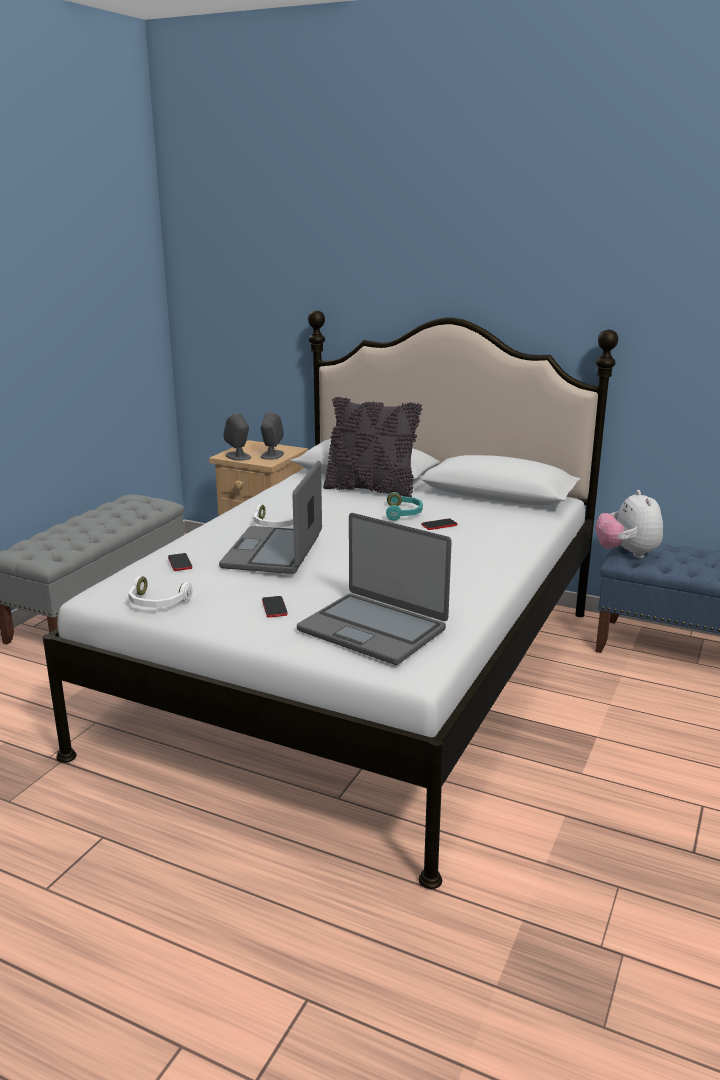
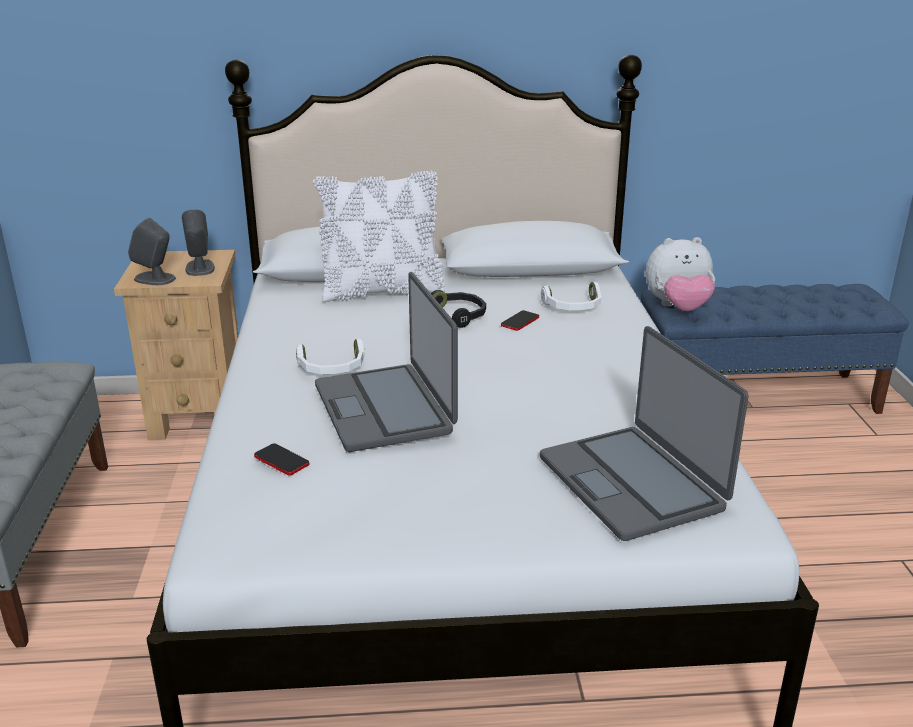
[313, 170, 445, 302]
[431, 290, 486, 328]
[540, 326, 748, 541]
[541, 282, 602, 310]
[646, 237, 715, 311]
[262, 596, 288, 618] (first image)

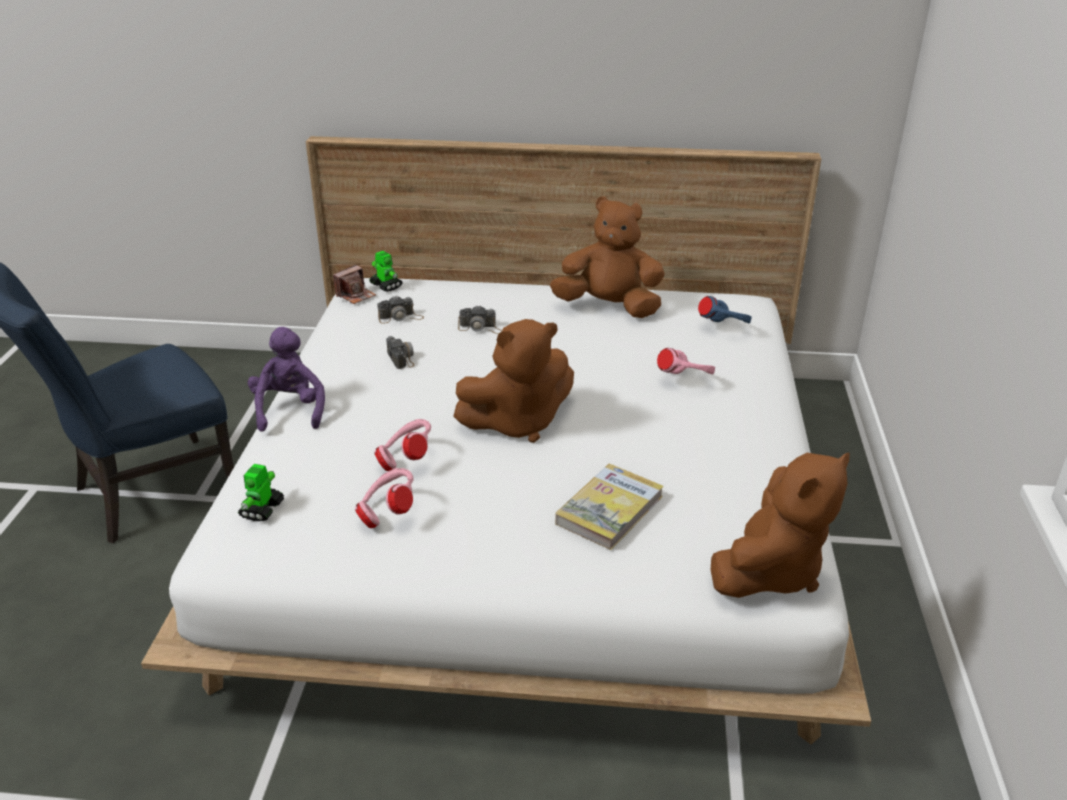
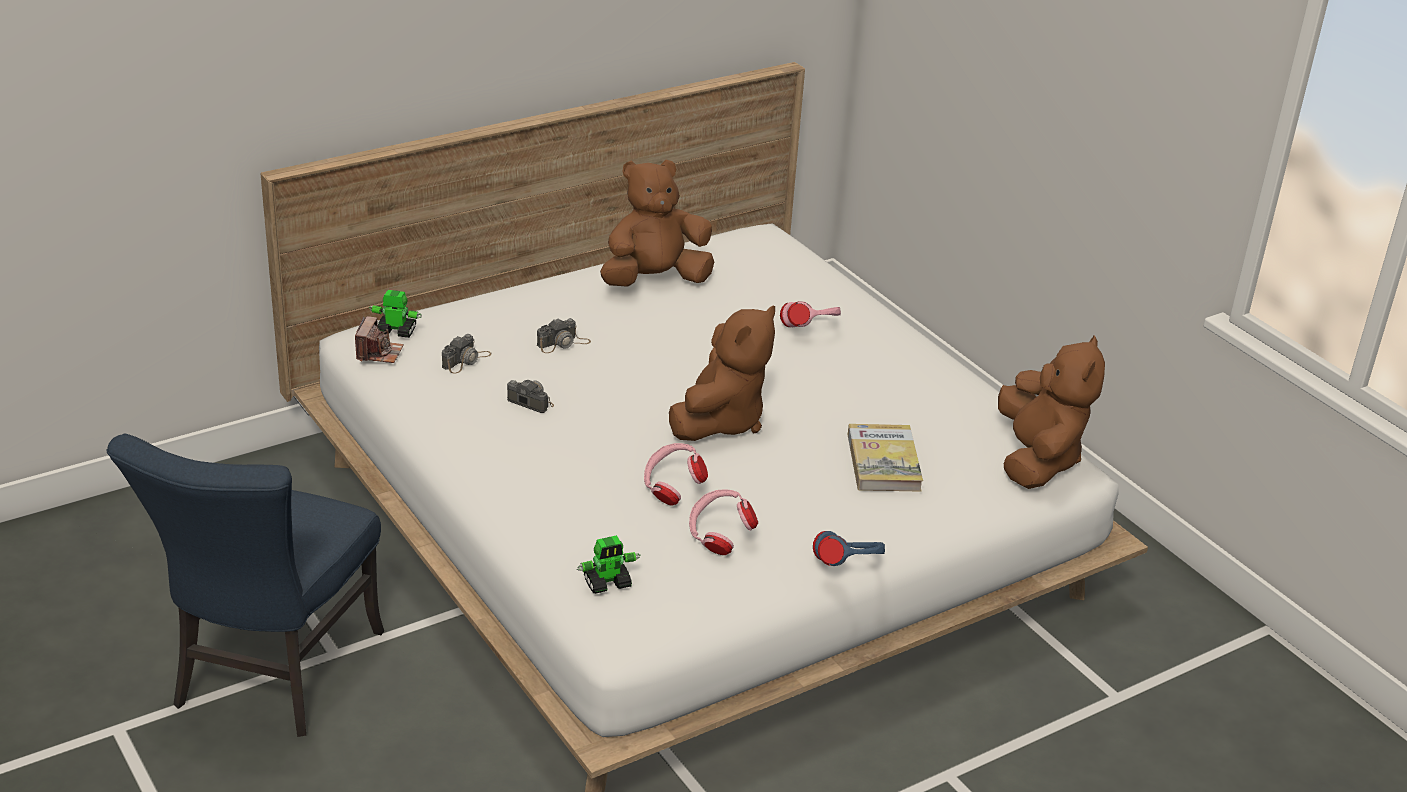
[577, 535, 640, 594]
[813, 531, 885, 566]
[248, 327, 325, 432] (first image)

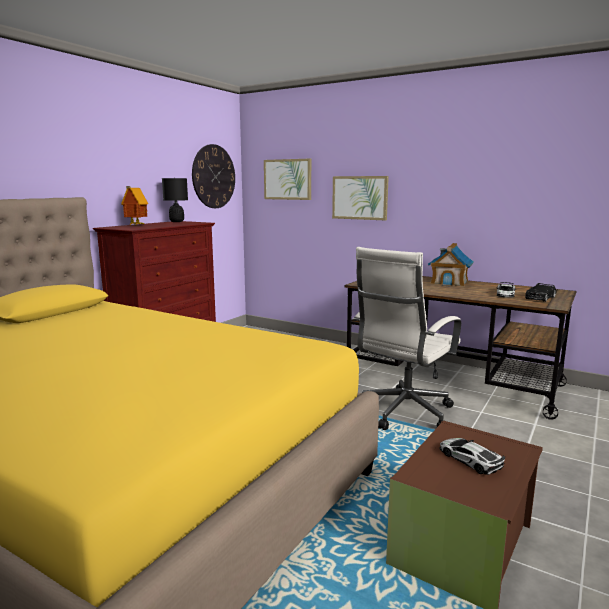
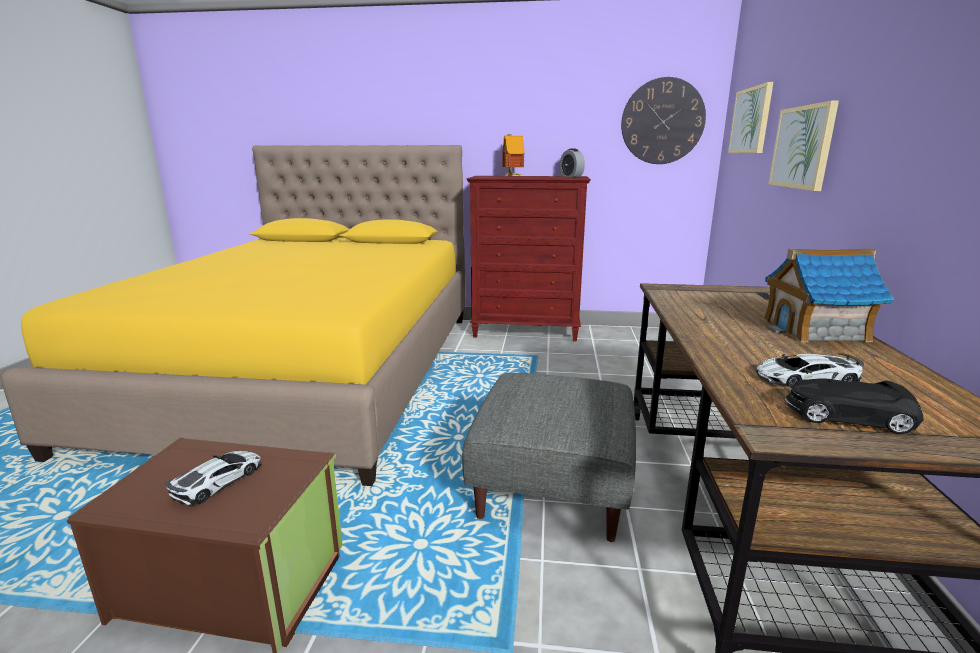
[462, 373, 636, 542]
[560, 148, 585, 177]

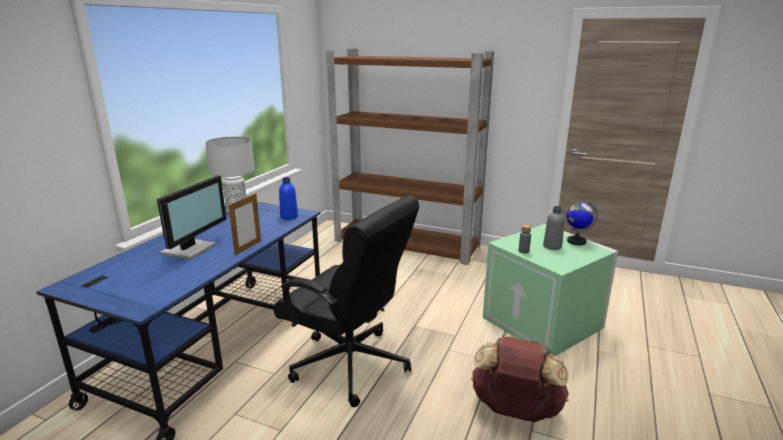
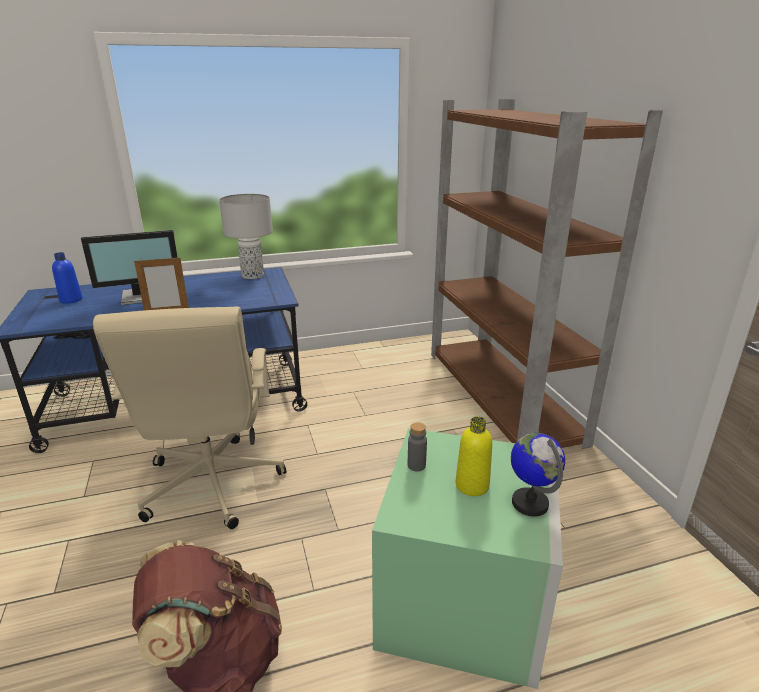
[52, 252, 82, 304]
[93, 307, 286, 529]
[456, 417, 492, 496]

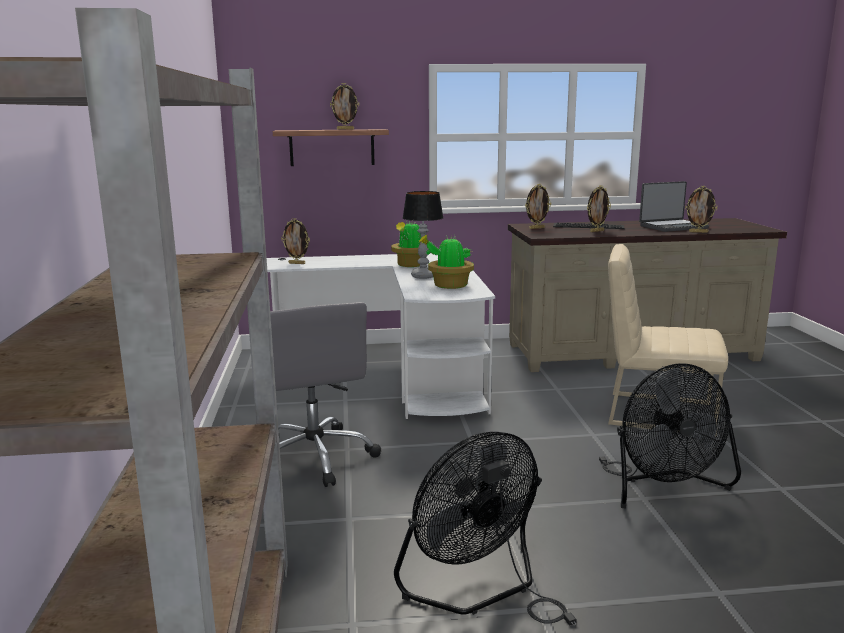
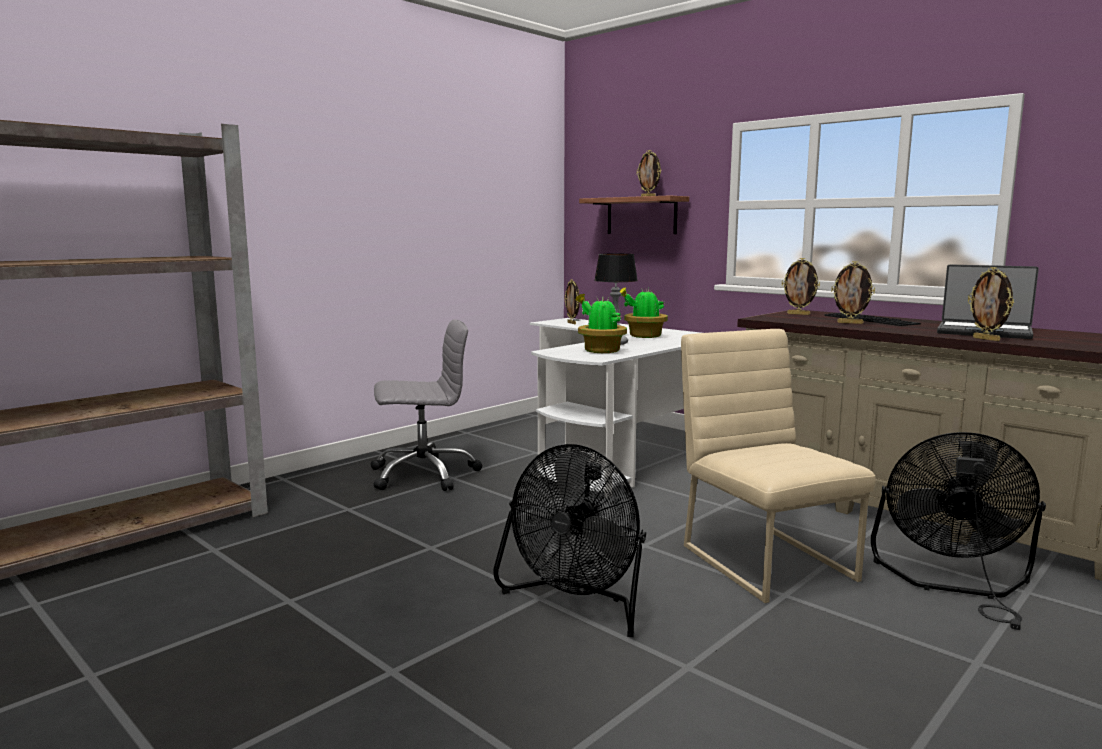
[371, 319, 483, 491]
[871, 432, 1046, 630]

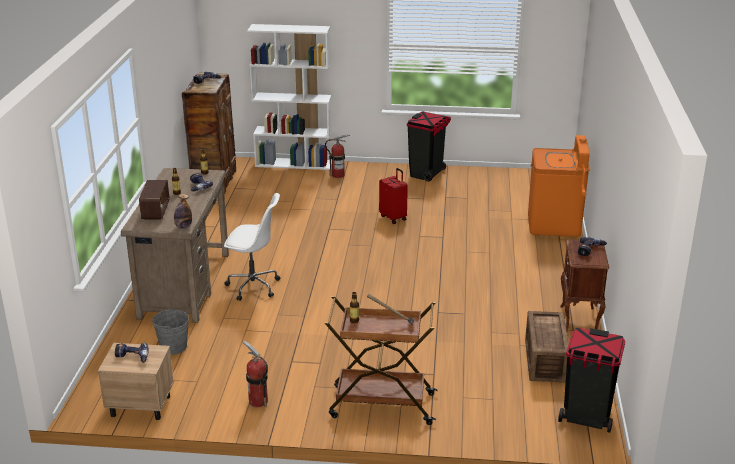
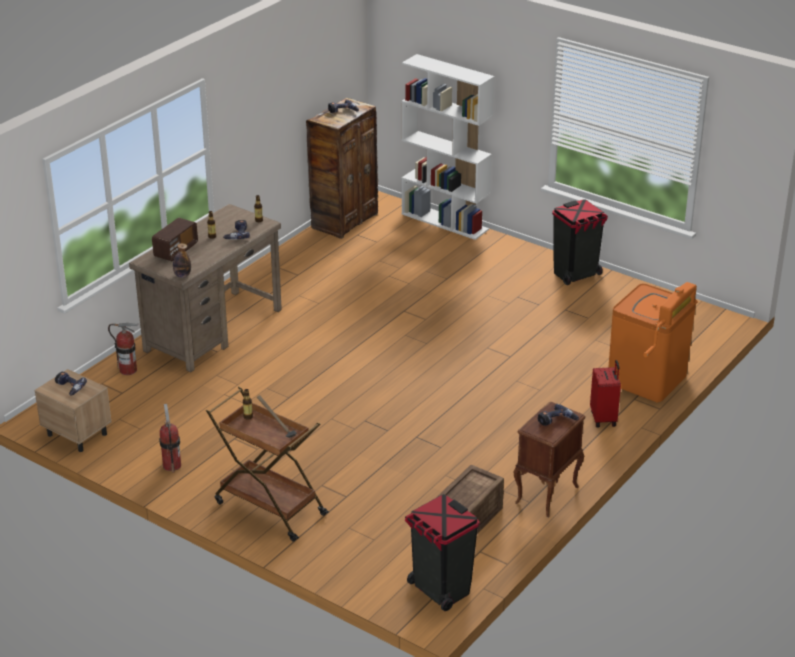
[108, 323, 139, 375]
[590, 360, 621, 427]
[152, 308, 189, 355] (first image)
[224, 193, 280, 301] (first image)

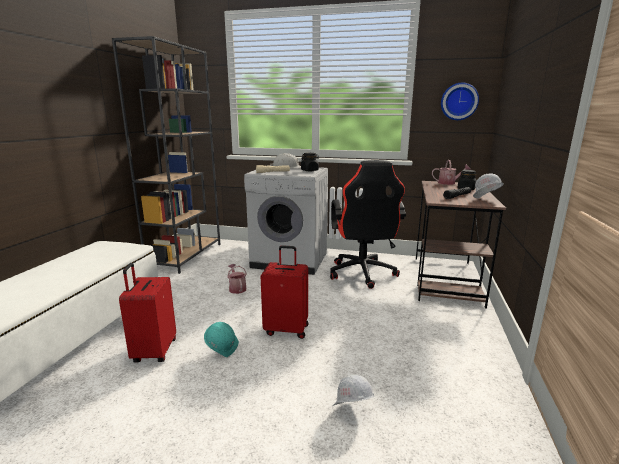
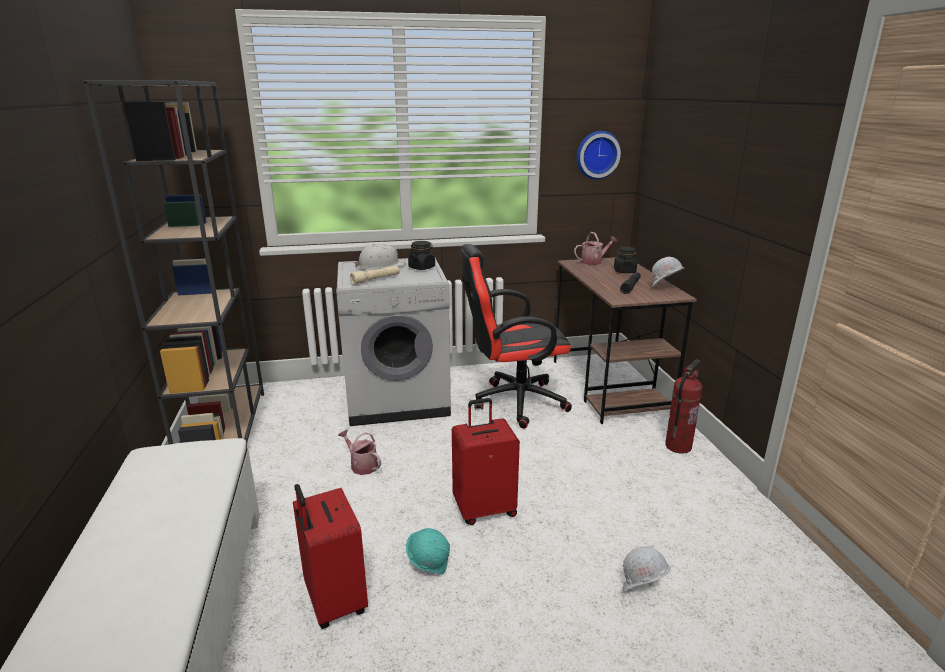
[461, 244, 572, 429]
[665, 359, 702, 454]

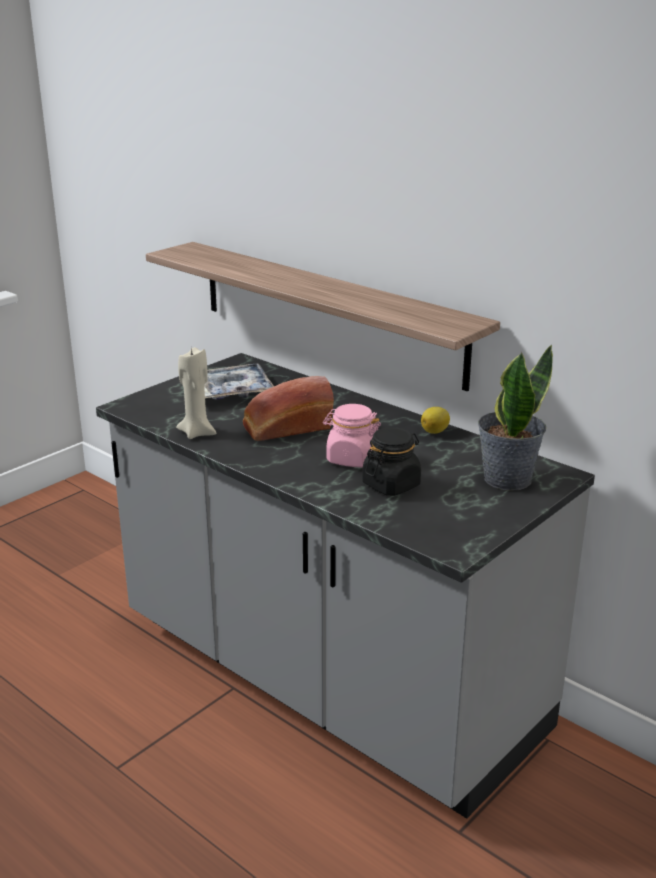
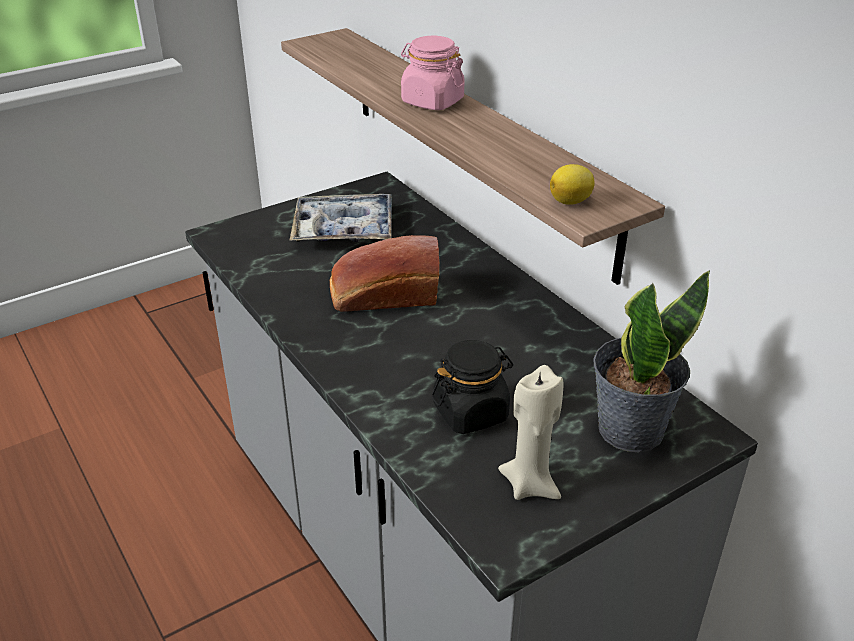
[401, 36, 465, 110]
[498, 365, 563, 500]
[550, 164, 595, 205]

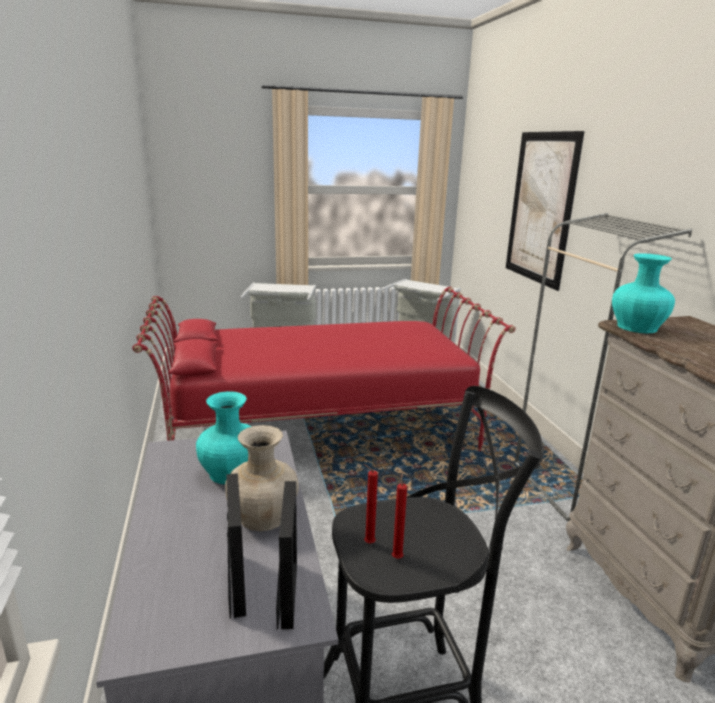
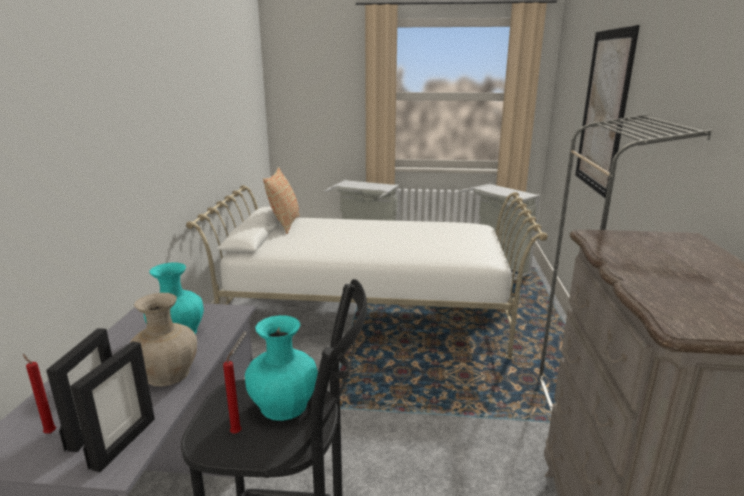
[23, 354, 56, 433]
[186, 185, 548, 359]
[245, 315, 318, 421]
[263, 167, 300, 234]

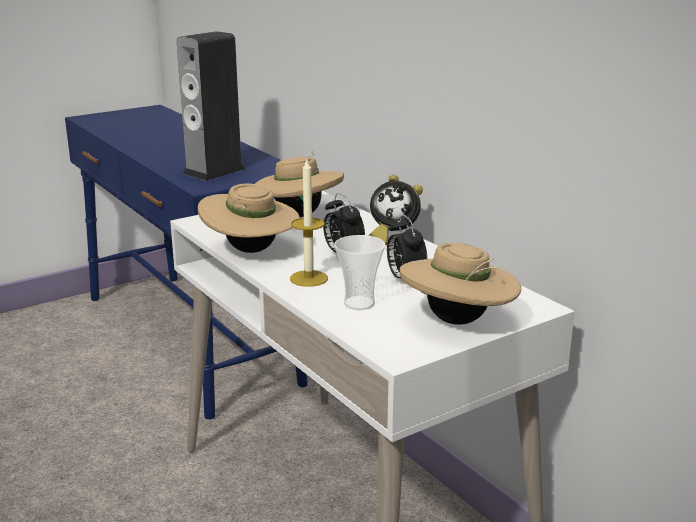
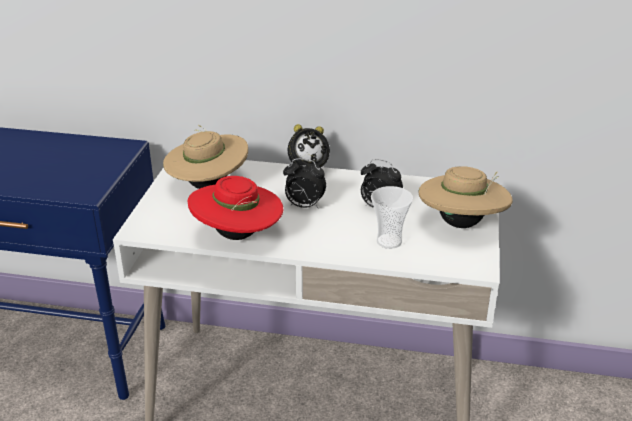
[188, 176, 283, 240]
[177, 31, 245, 181] (first image)
[290, 160, 328, 287] (first image)

